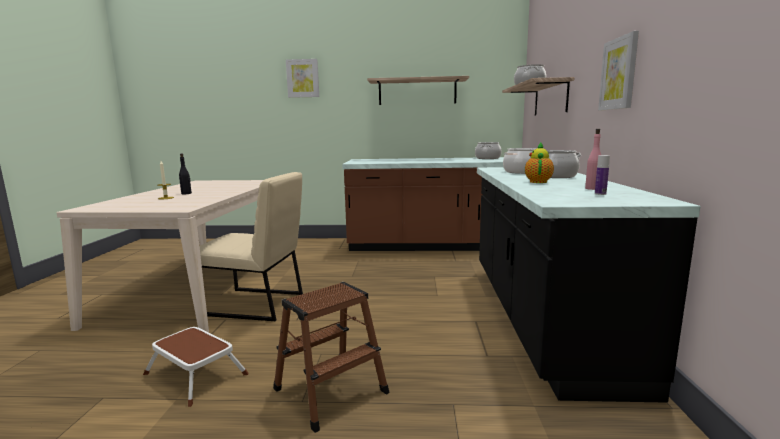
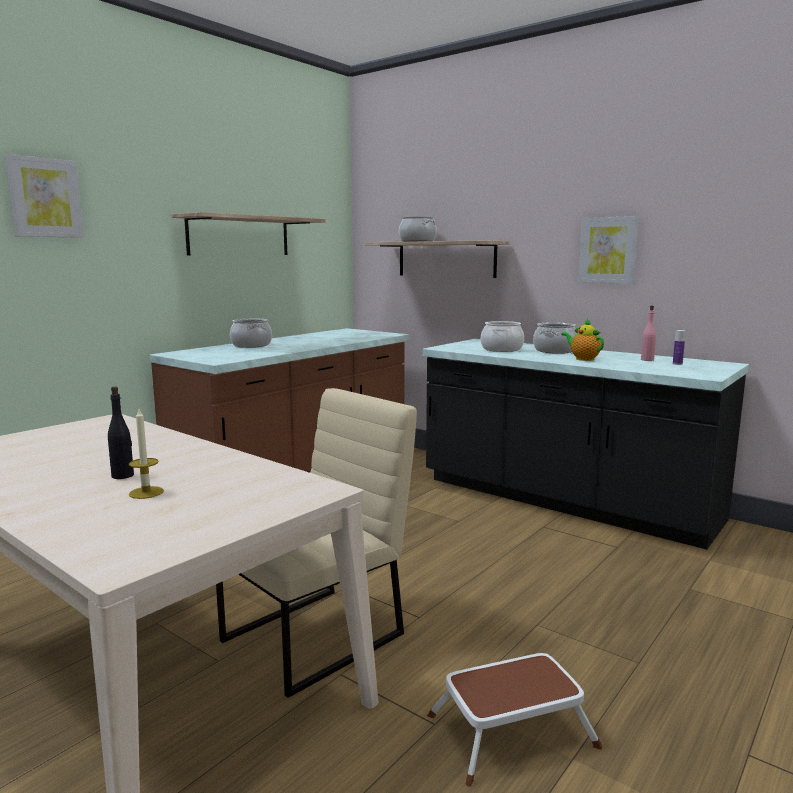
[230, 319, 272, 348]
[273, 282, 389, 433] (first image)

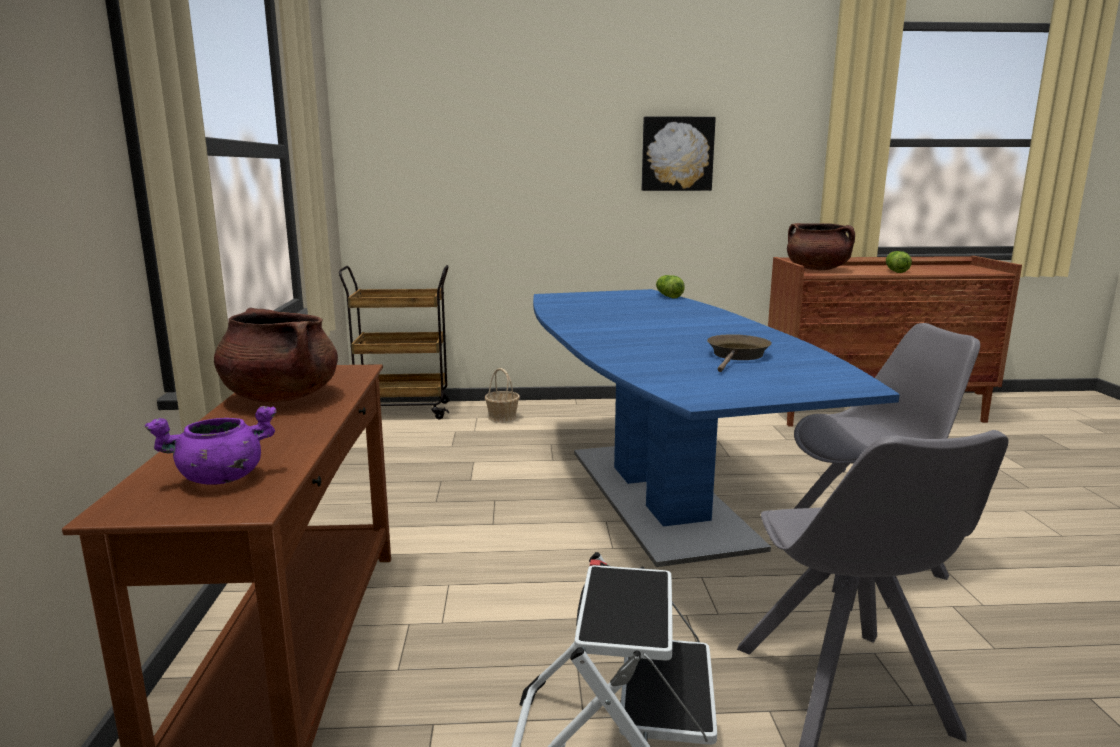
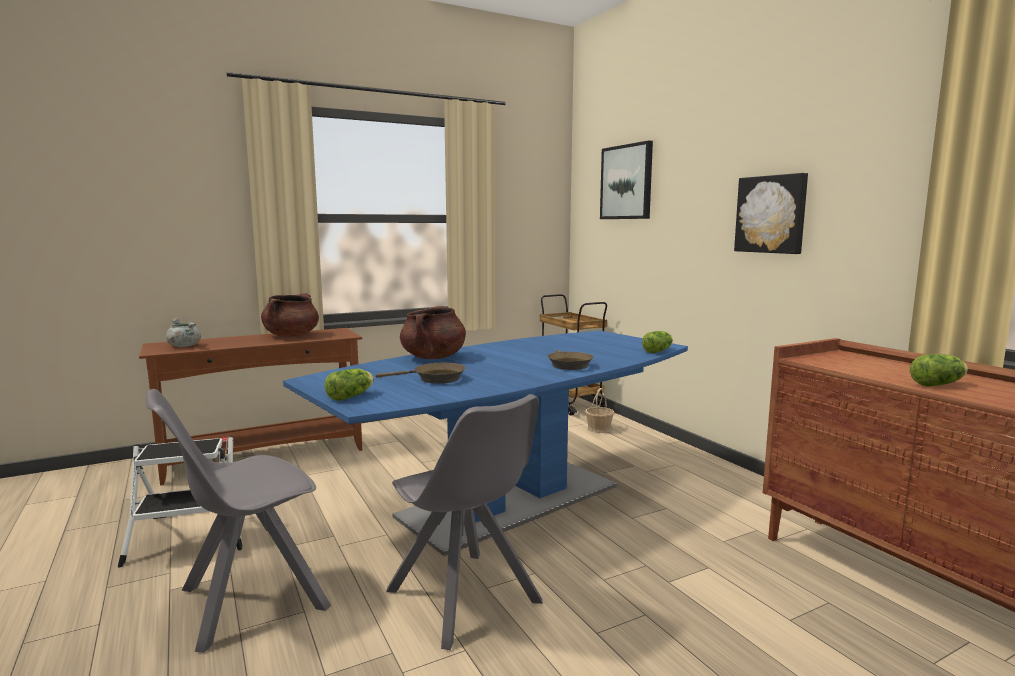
[166, 318, 201, 347]
[324, 369, 374, 401]
[400, 306, 466, 359]
[547, 350, 594, 370]
[600, 140, 653, 219]

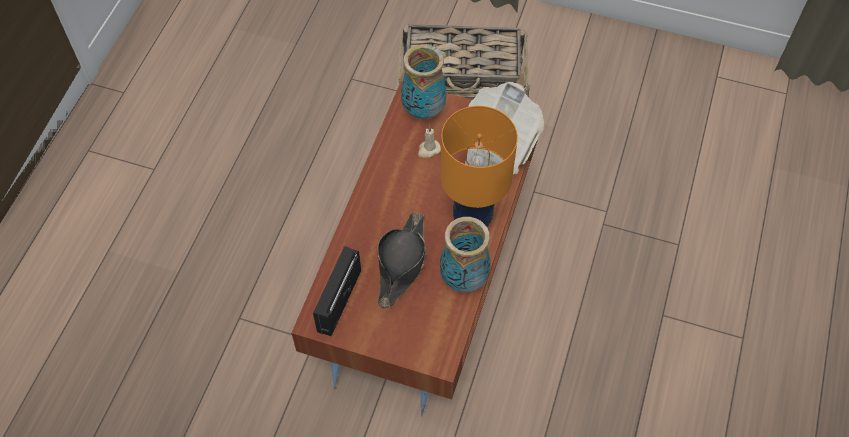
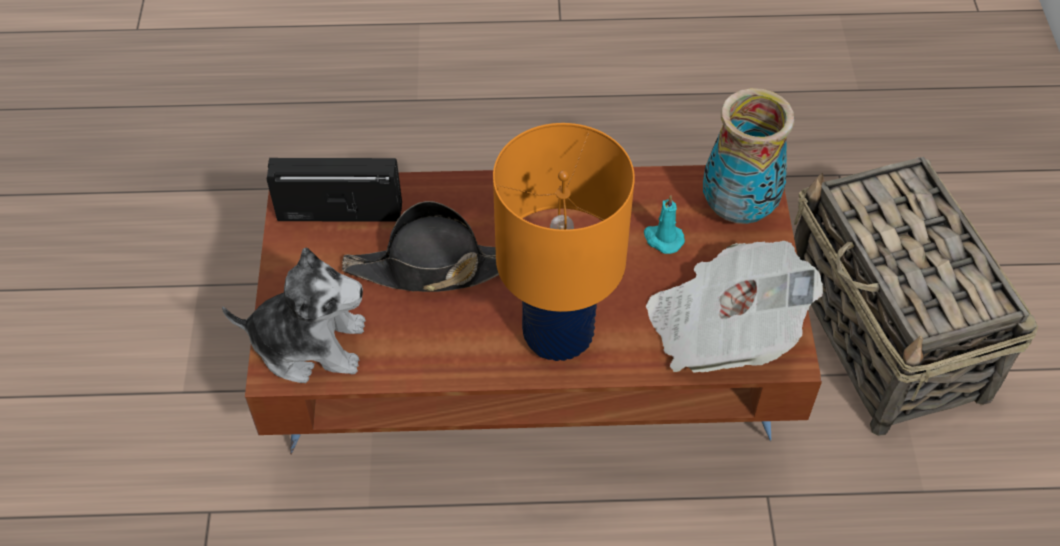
[222, 248, 366, 383]
[644, 195, 685, 254]
[440, 217, 491, 292] (first image)

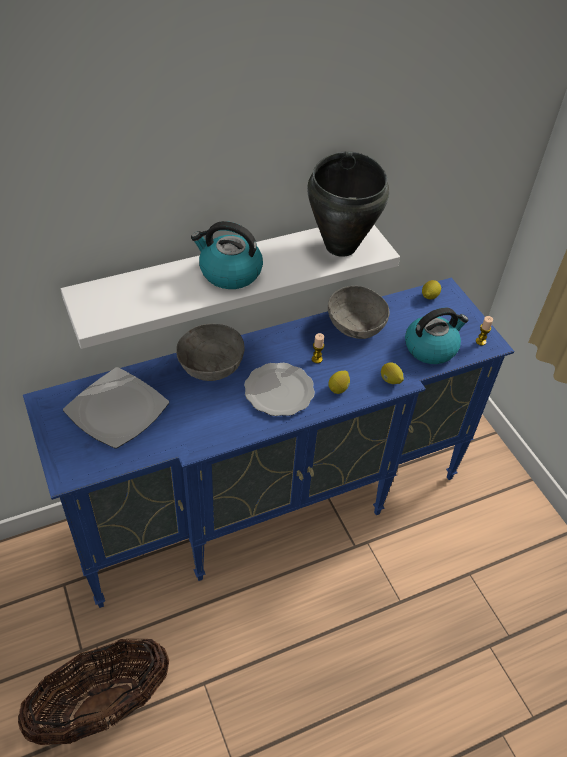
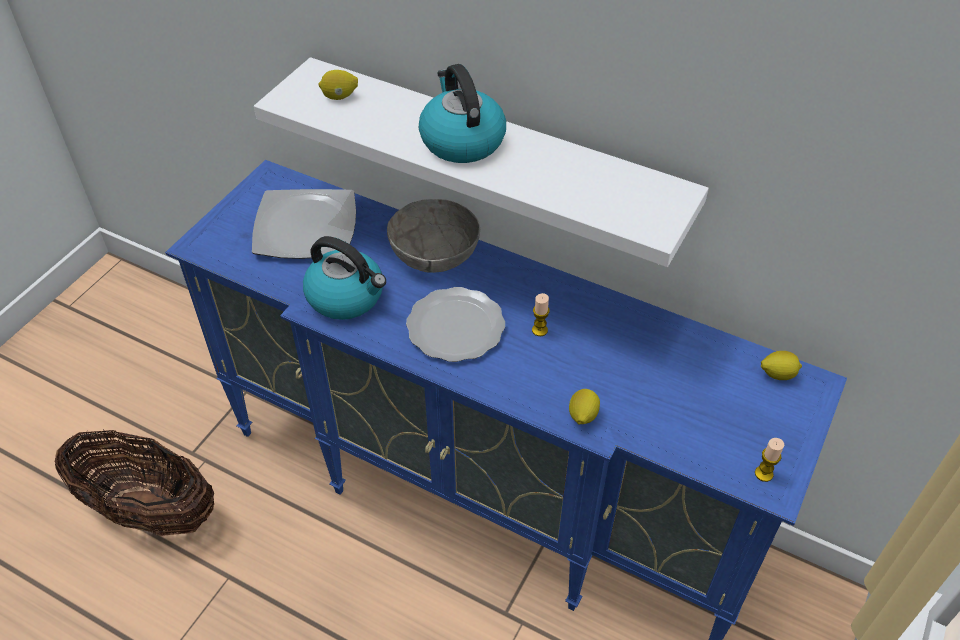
[303, 236, 386, 320]
[318, 70, 358, 100]
[307, 151, 389, 257] (first image)
[328, 286, 390, 339] (first image)

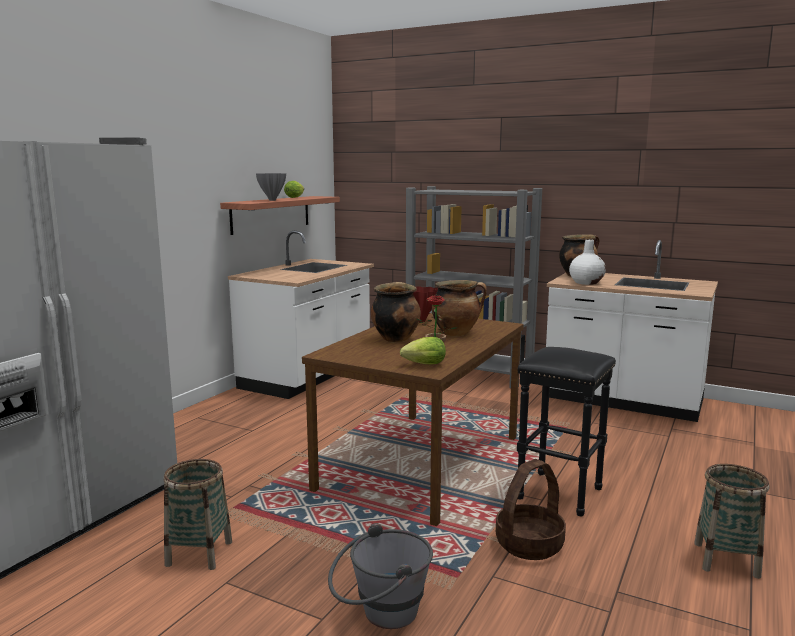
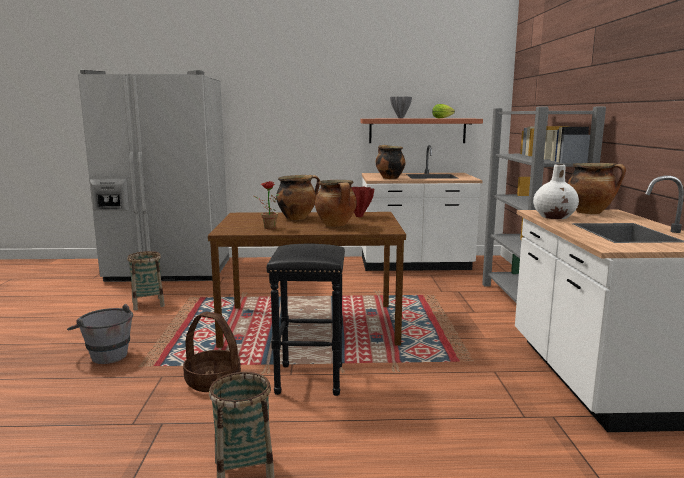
[376, 145, 405, 179]
[400, 337, 446, 364] (first image)

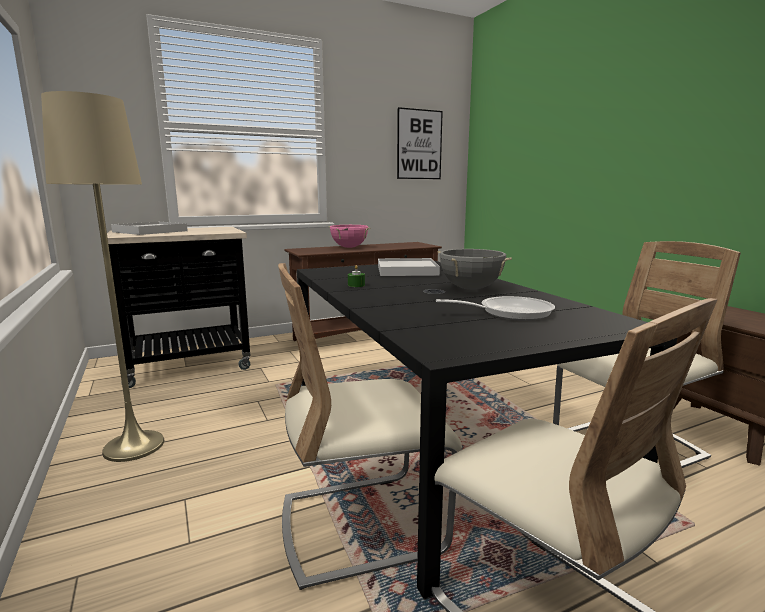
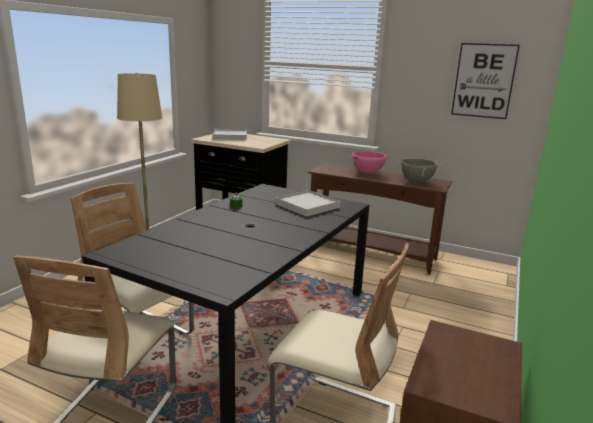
[397, 158, 441, 182]
[436, 296, 555, 321] (first image)

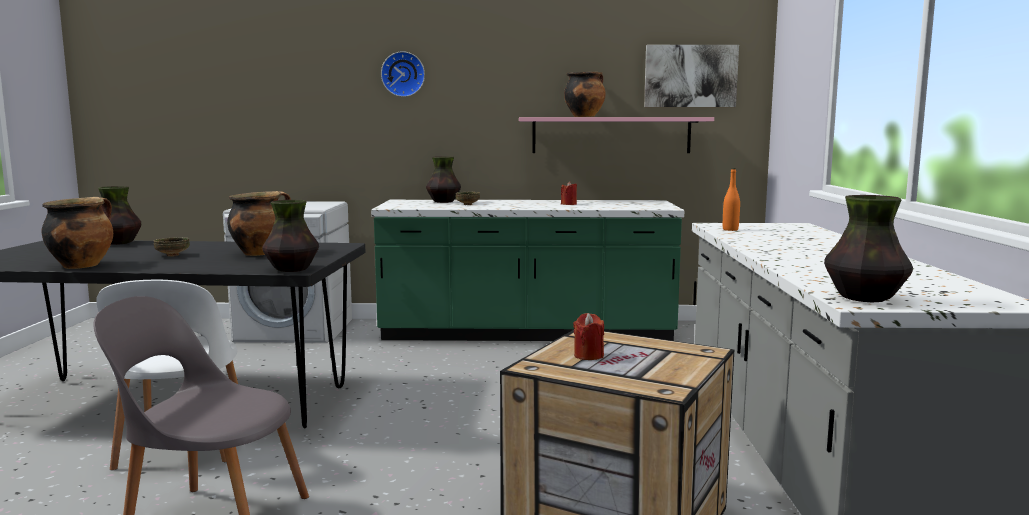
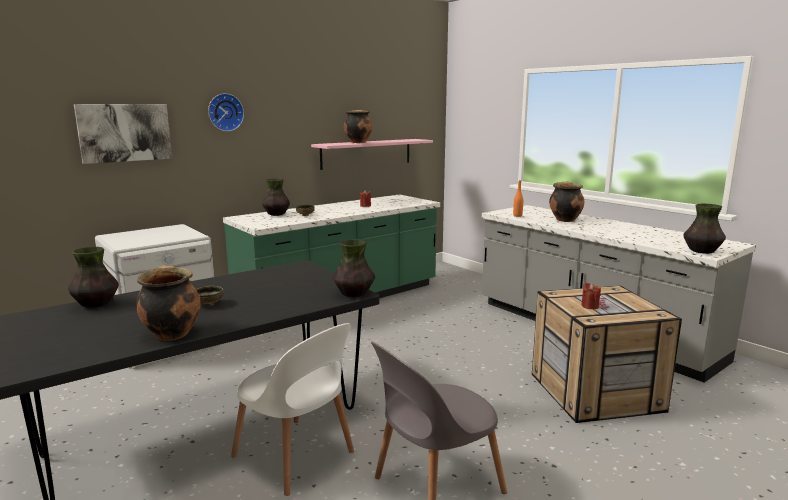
[74, 104, 172, 164]
[549, 182, 584, 222]

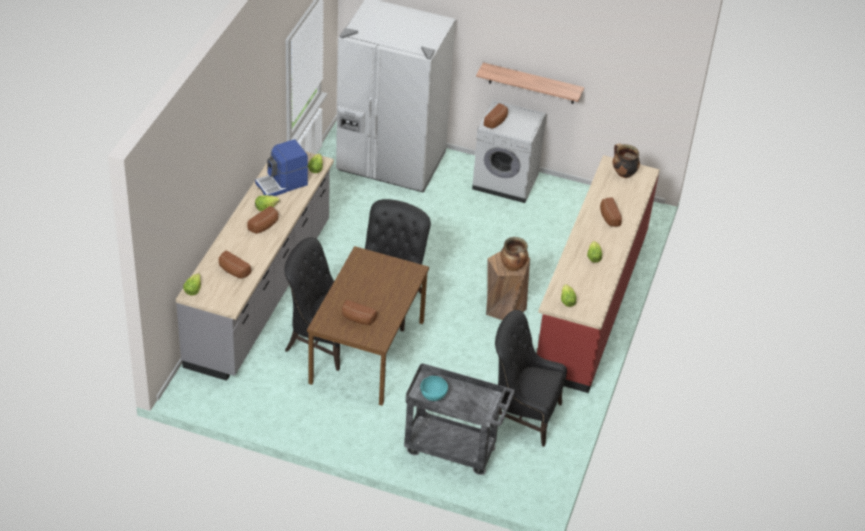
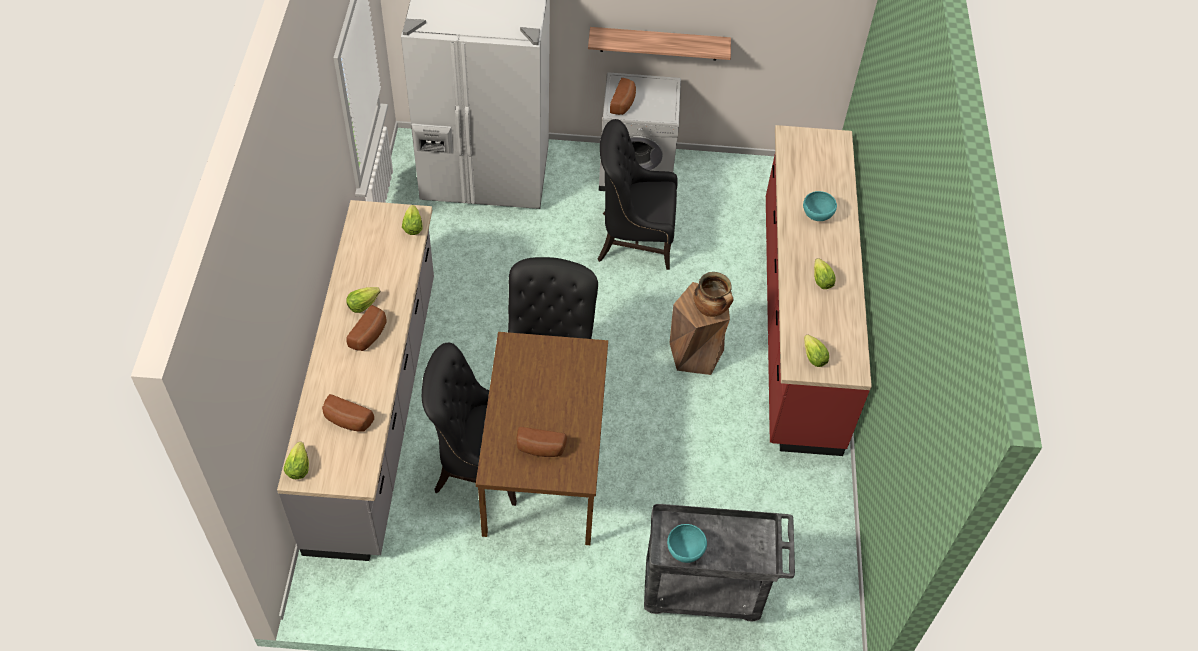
[598, 119, 678, 270]
[803, 191, 837, 221]
[255, 139, 308, 196] (first image)
[613, 143, 640, 178] (first image)

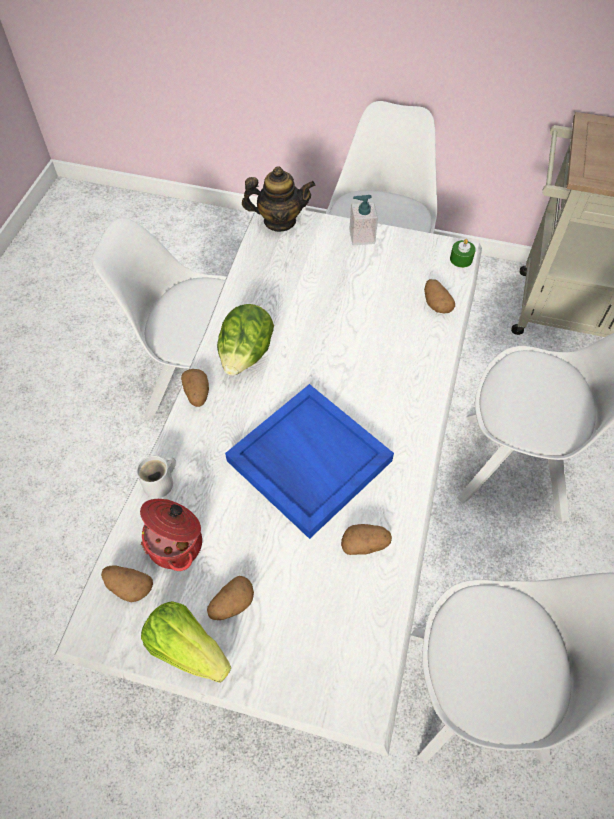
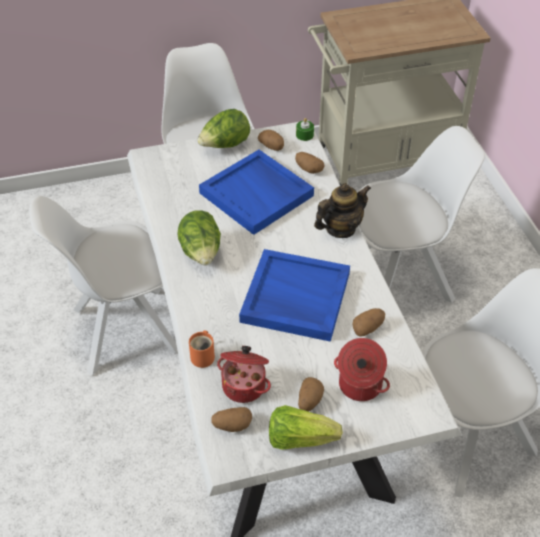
[189, 330, 215, 368]
[197, 109, 250, 148]
[199, 150, 314, 235]
[258, 130, 284, 151]
[314, 183, 371, 238]
[334, 338, 390, 401]

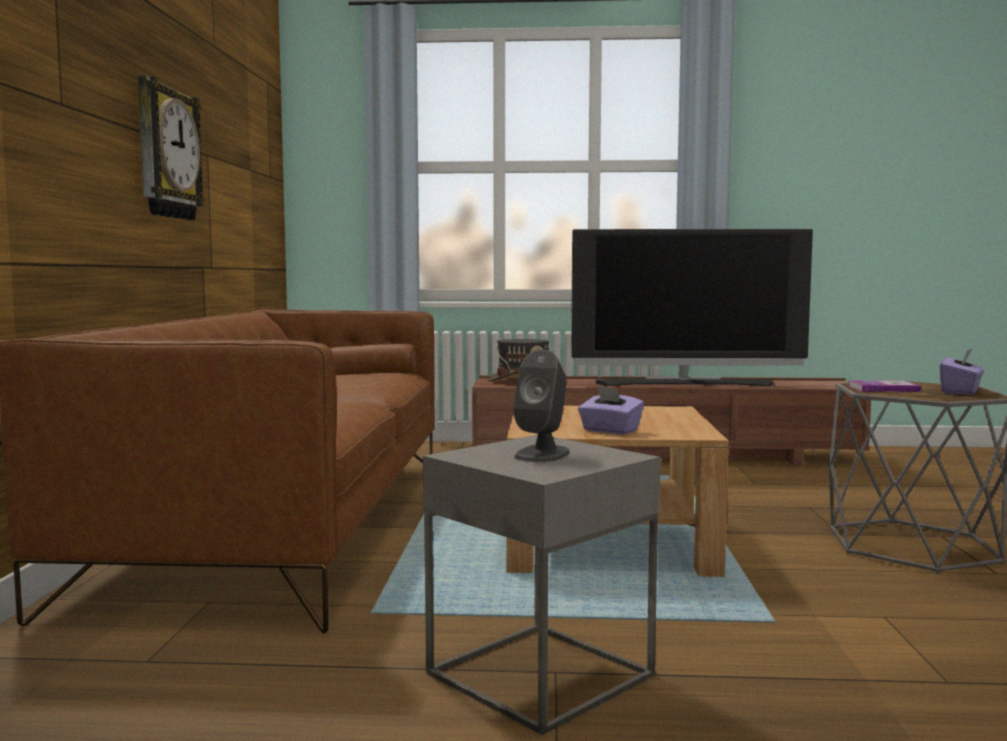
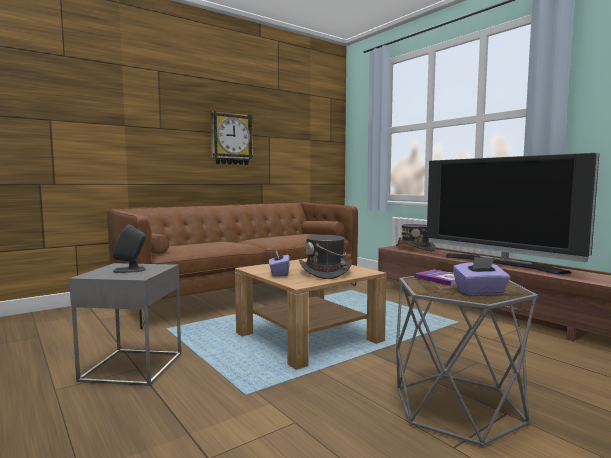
[299, 235, 352, 279]

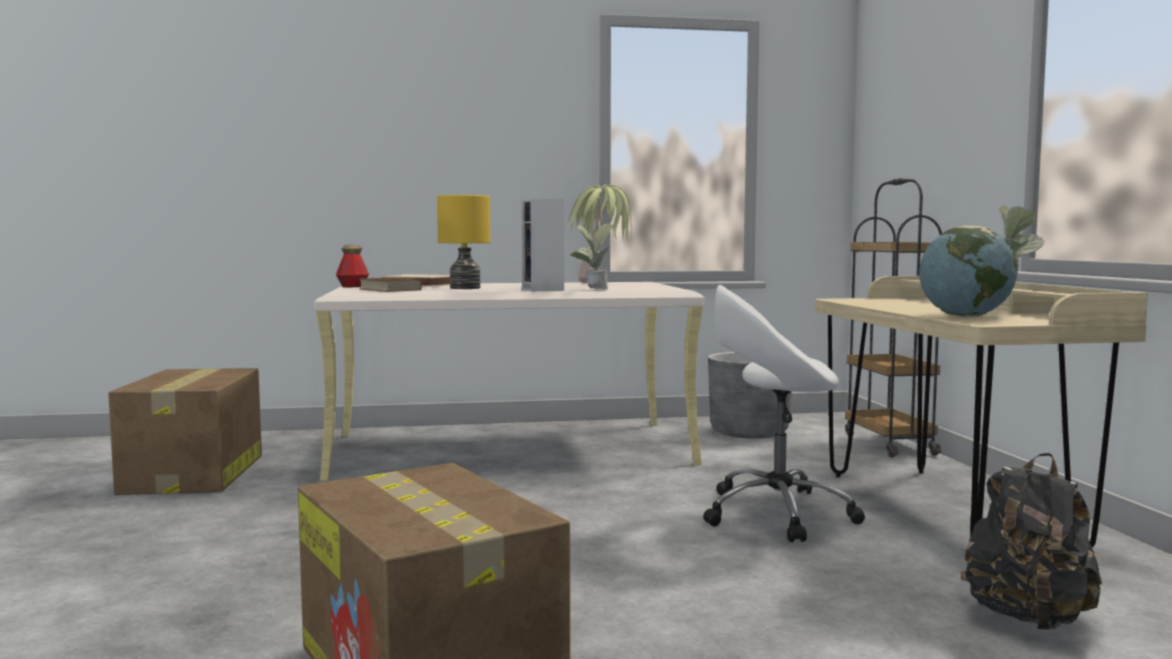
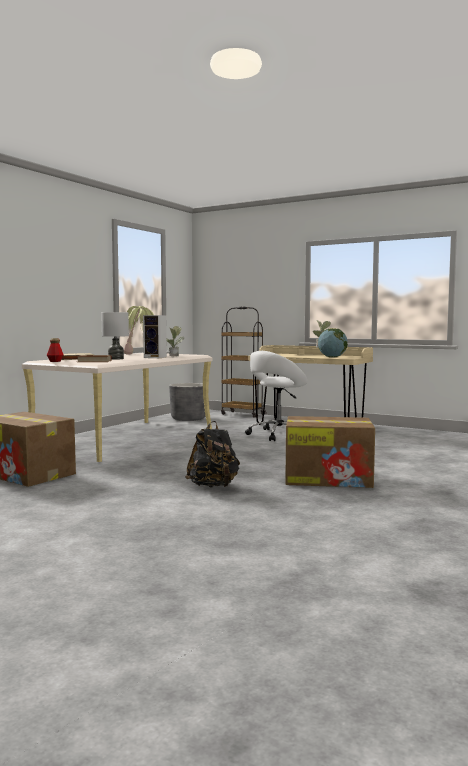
[101, 312, 129, 360]
[185, 421, 240, 488]

